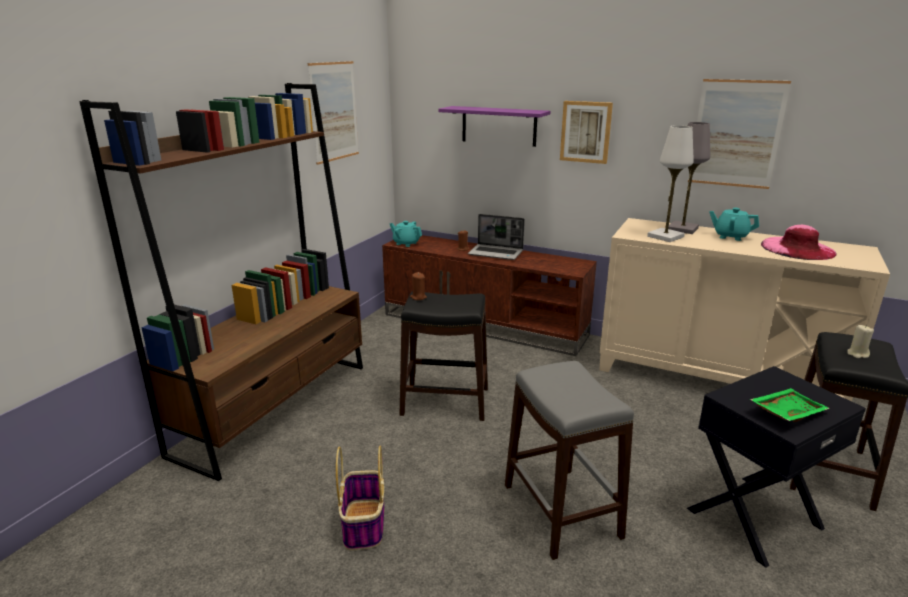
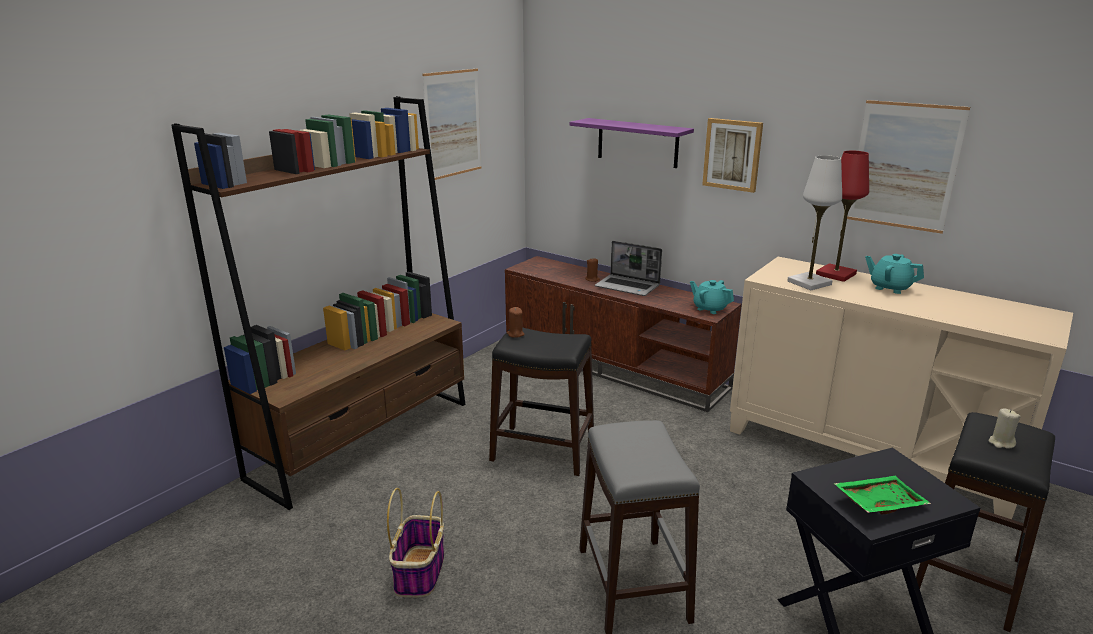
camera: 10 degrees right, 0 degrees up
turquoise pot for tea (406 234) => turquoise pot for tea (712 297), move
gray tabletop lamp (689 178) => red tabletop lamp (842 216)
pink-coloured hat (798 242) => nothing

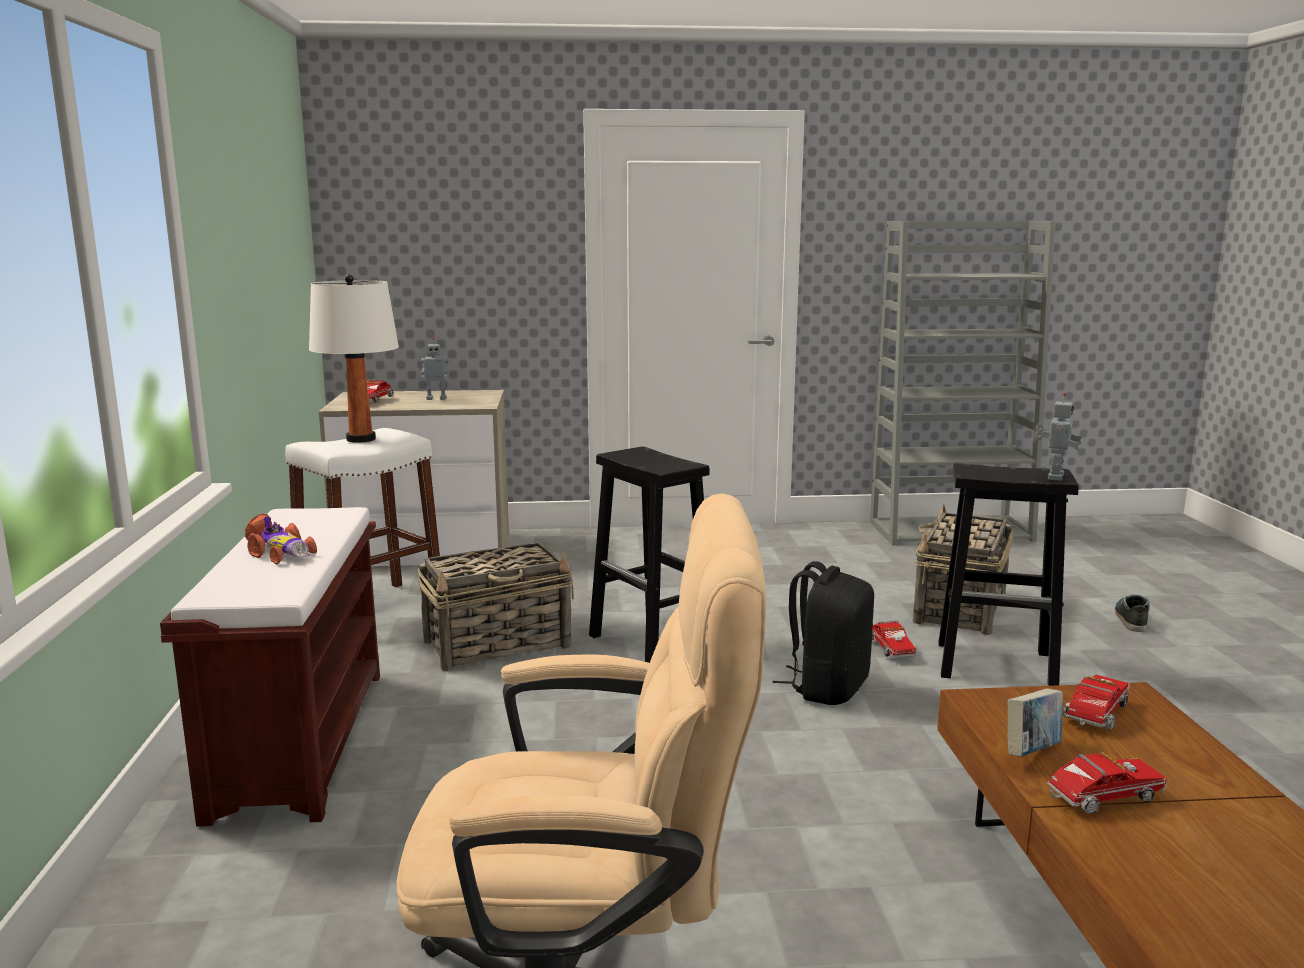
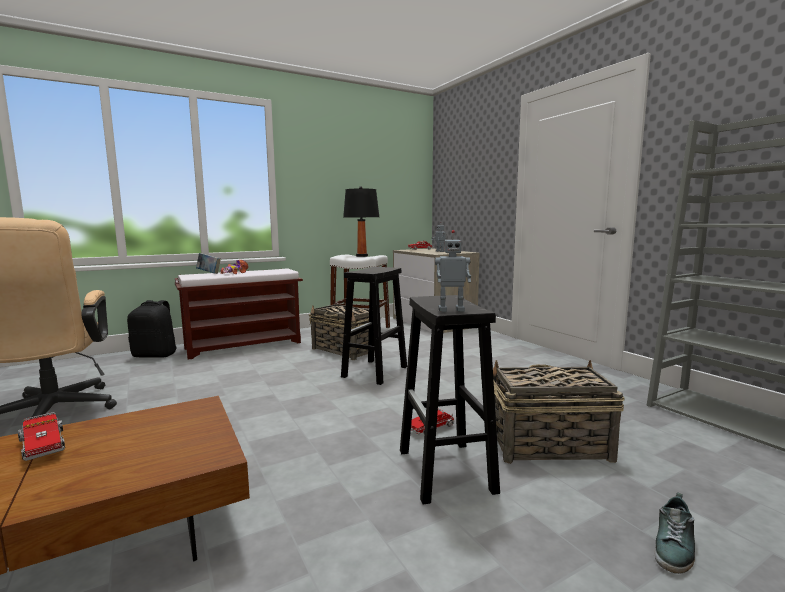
camera: 65 degrees right, 5 degrees down
black-coloured backpack (823 633) => black-coloured backpack (152 329), move
volume (1035 722) => volume (208 263), move
white tabletop lamp (354 358) => black-coloured tabletop lamp (361 221)
item of footwear (1132 613) => item of footwear (674 533), 135 degrees clockwise
model truck (1096 702) => nothing

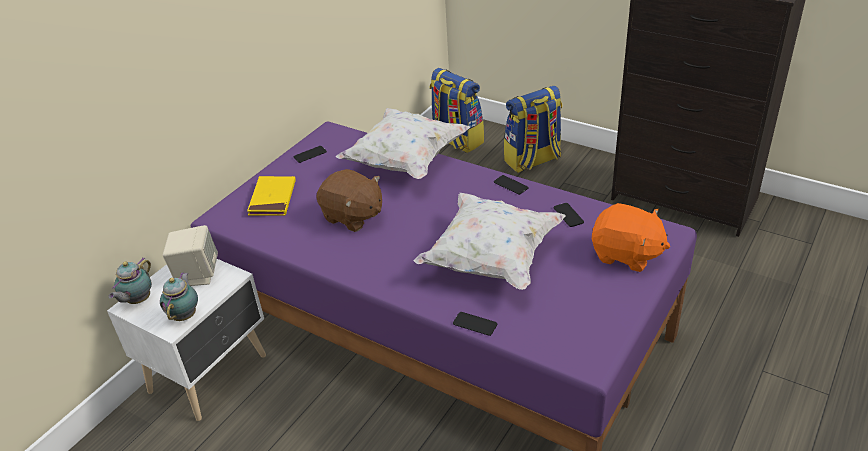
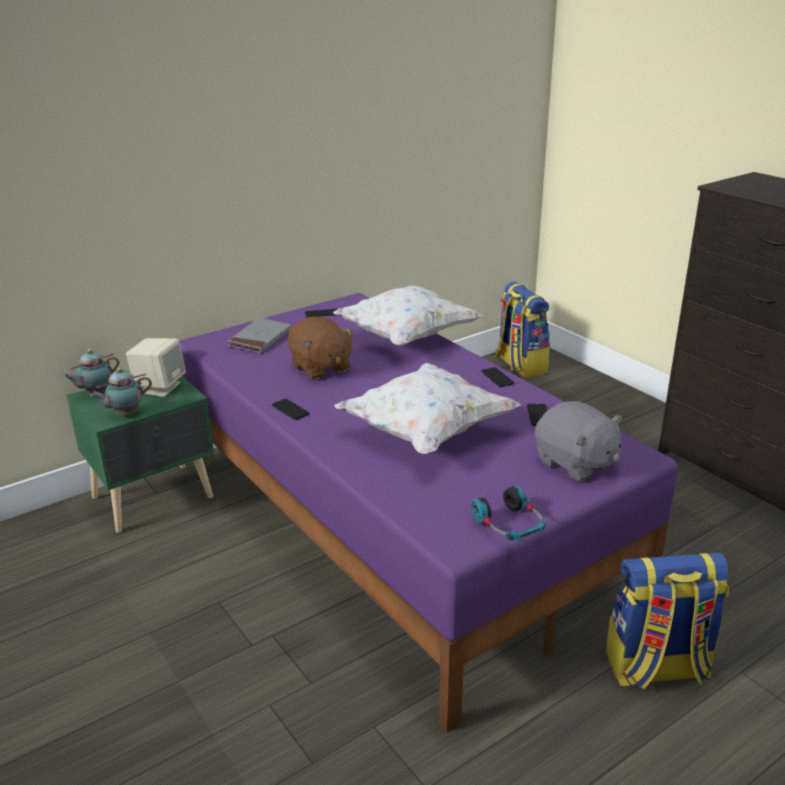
camera: 20 degrees right, 10 degrees down
white bedside table (186 340) => green-coloured bedside table (140 454)
pot for tea (179 296) => pot for tea (121 391), 150 degrees counterclockwise
yellowish volume (271 196) => gray volume (260 335)
phone (475 324) => phone (290 409), move
nothing => headphones (508 513)
orangey plush toy (631 237) => gray plush toy (579 441)
backpack (533 129) => backpack (667 620), move

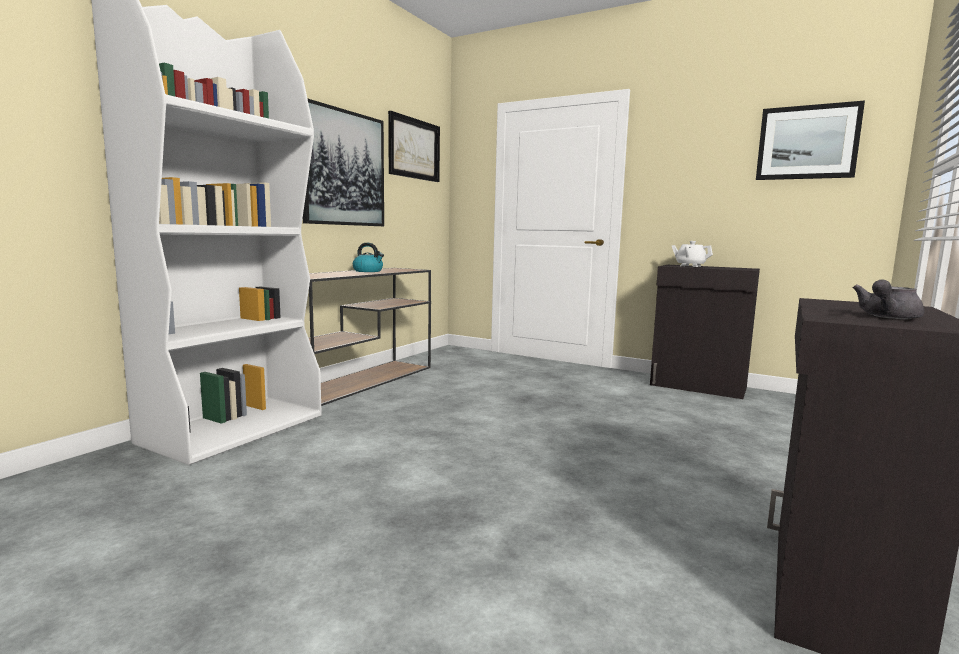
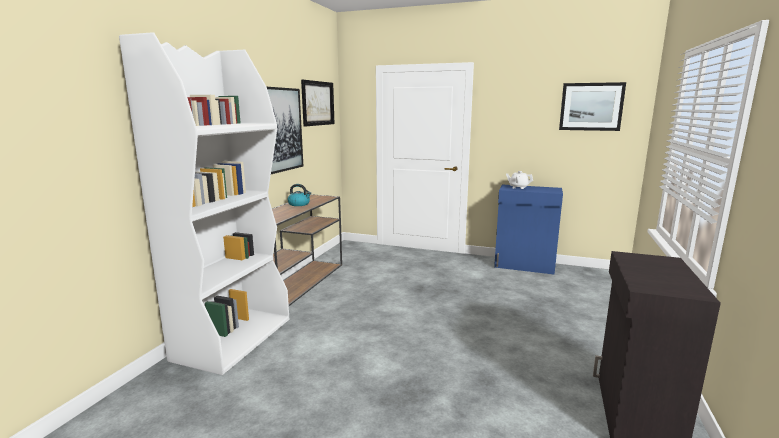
camera: 10 degrees left, 5 degrees up
black-coloured cupboard (705 332) => blue cupboard (528 229)
gray pot for tea (888 299) => nothing

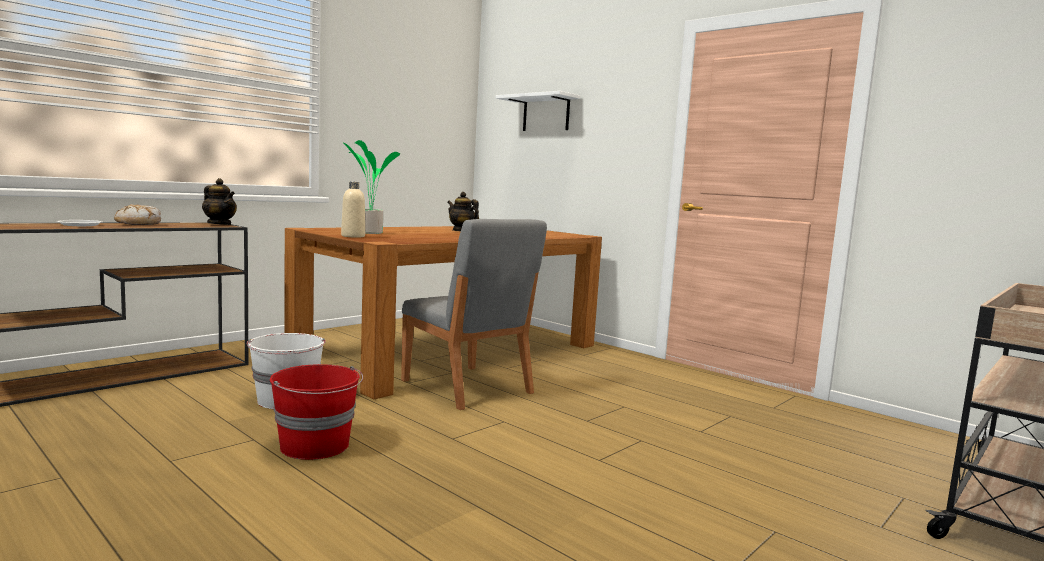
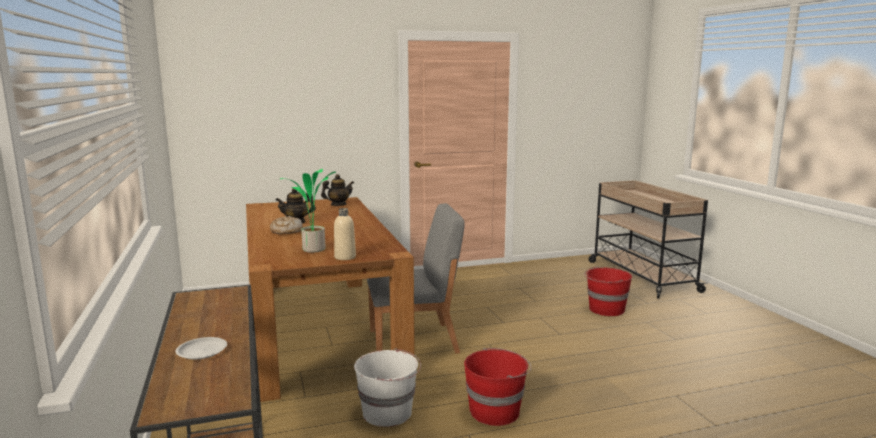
camera: 60 degrees left, 5 degrees up
bread (137 214) => bread (286 225), move
pot for tea (219 201) => pot for tea (337 190), move
nothing => red pail (608 291)
white shelf (538 111) => nothing

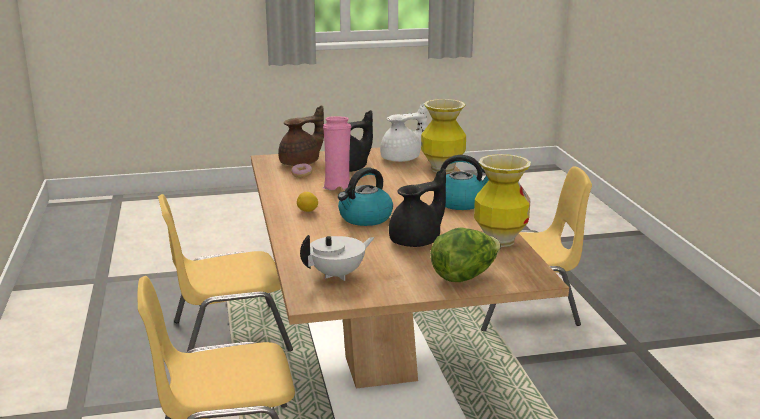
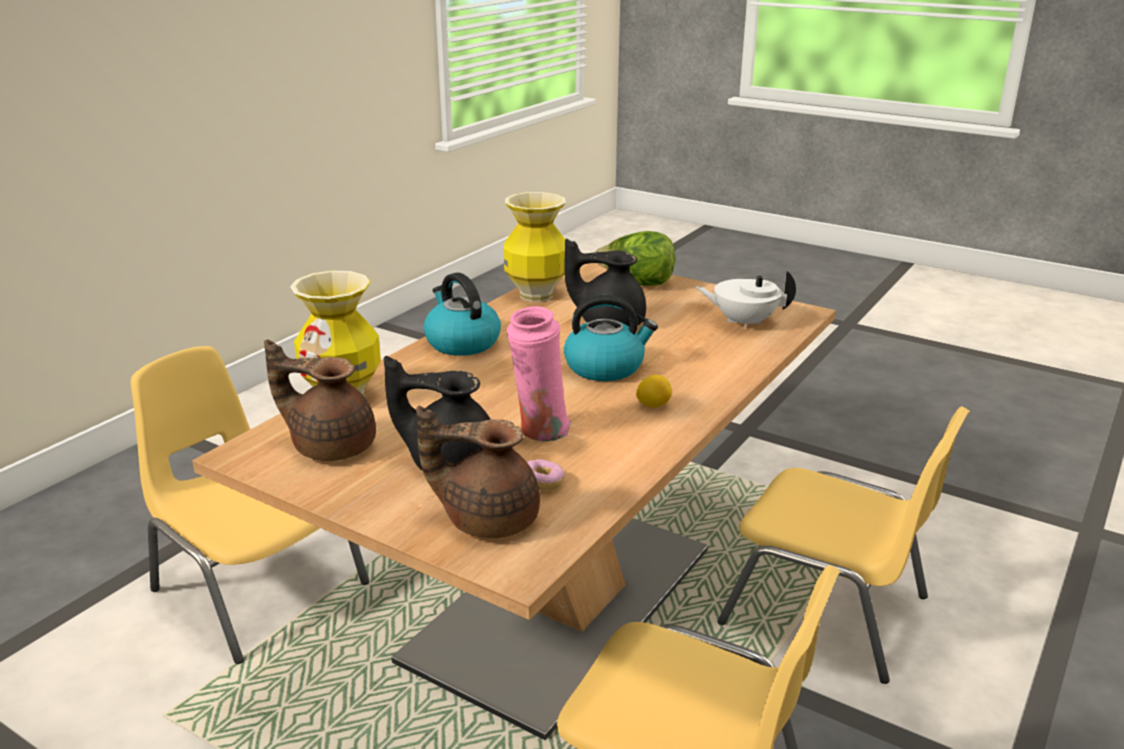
camera: 135 degrees left, 5 degrees up
white pot for tea (403 133) => brown pot for tea (320 400)

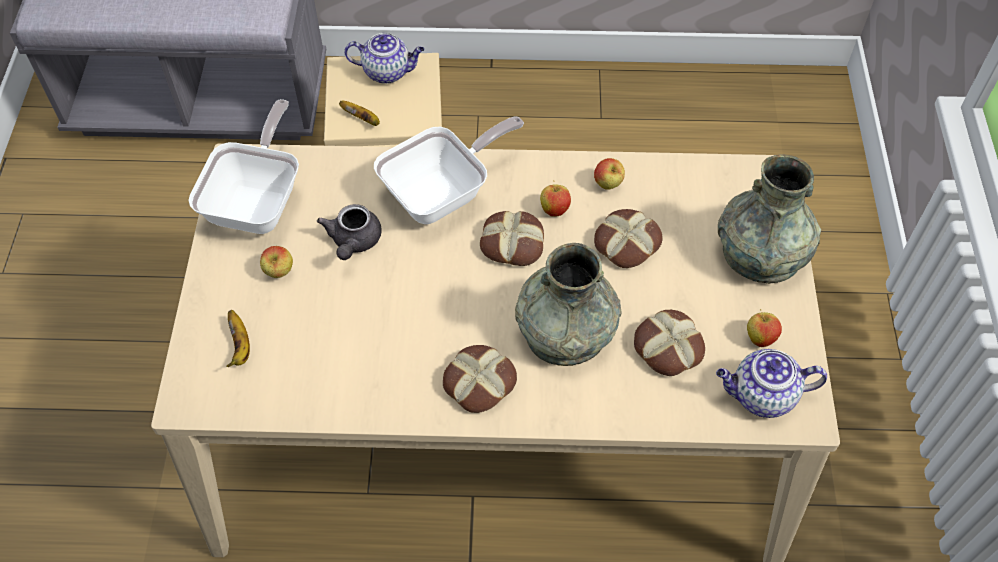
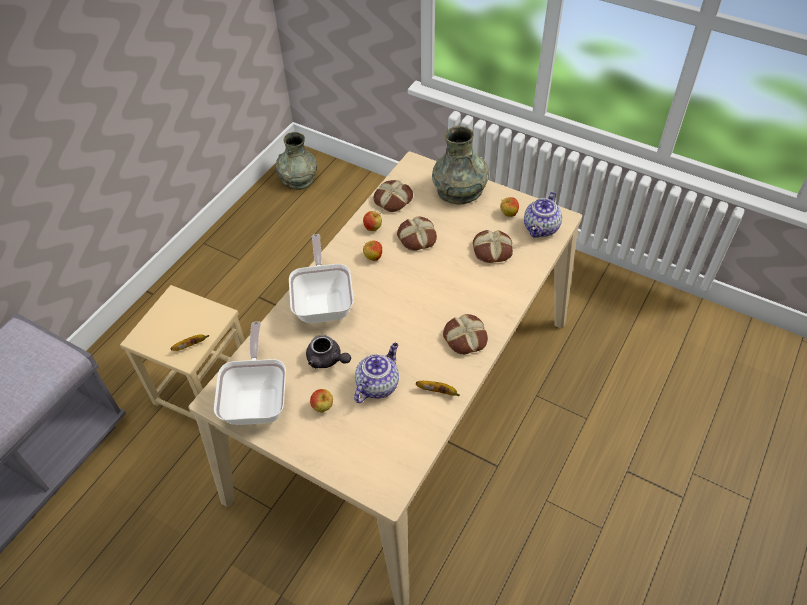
camera: 60 degrees left, 5 degrees down
pan (243 166) => pan (250 373), 45 degrees clockwise
gray vase (568 304) => gray vase (296 161), move
pot for tea (384 58) => pot for tea (376 373), move
bread (512 238) => bread (393 196), move
whole banana (238 338) => whole banana (438 388), move

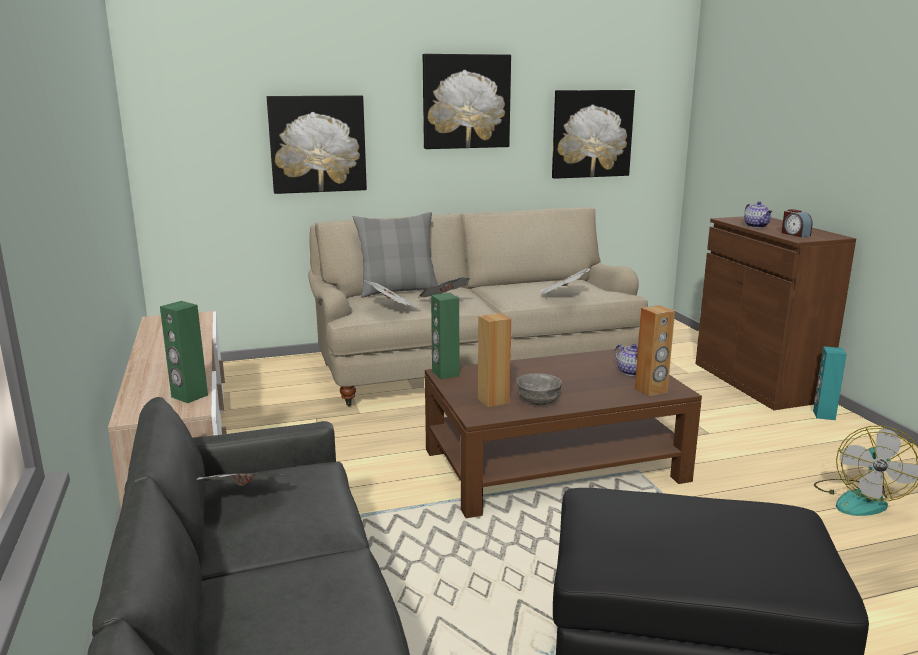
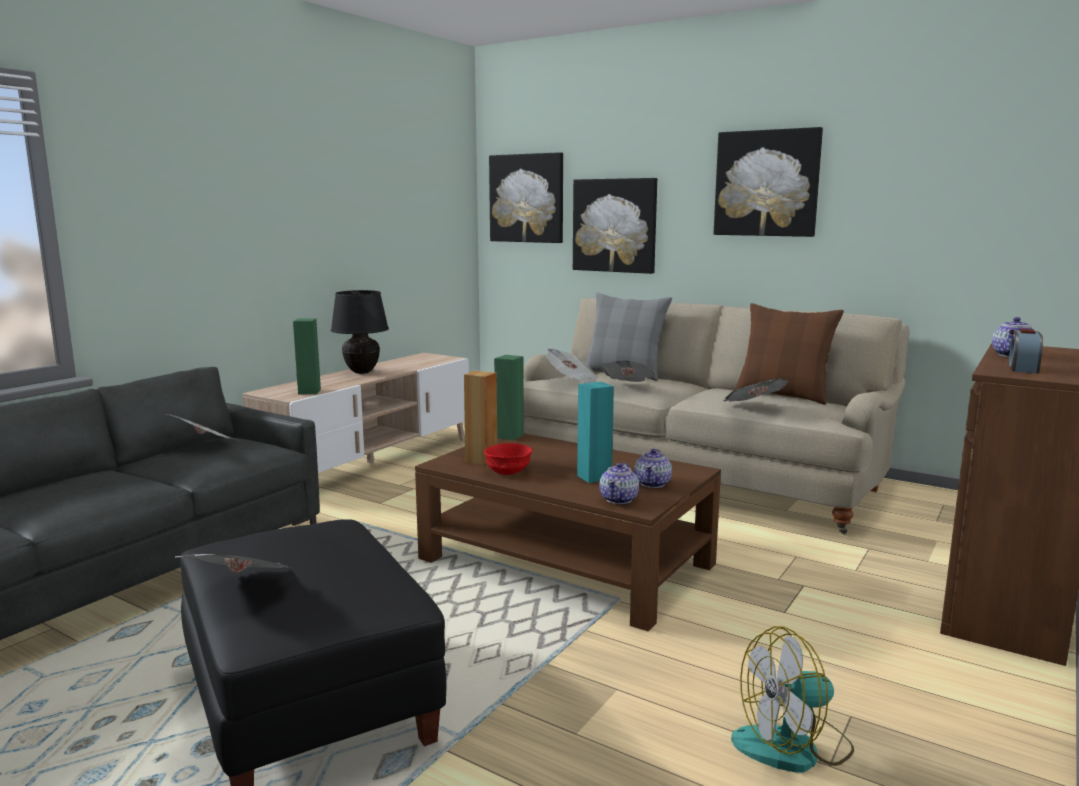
camera: 50 degrees right, 5 degrees down
nothing => daily paper (232 563)
nothing => black-coloured tabletop lamp (360 332)
gray serving bowl (539 389) => red serving bowl (508 459)
wall art (593 134) => wall art (526 197), move
turquoise audio speaker (830 383) => turquoise audio speaker (595 432), move
brown audio speaker (655 350) => pot for tea (619 483)
nothing => brown pillow (789 354)

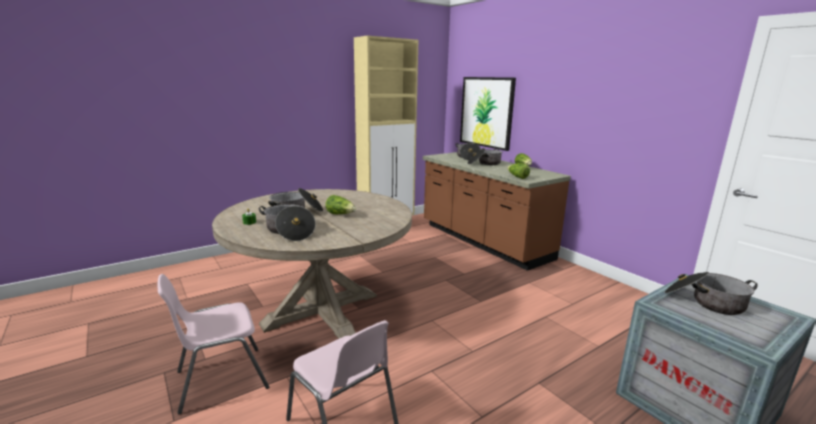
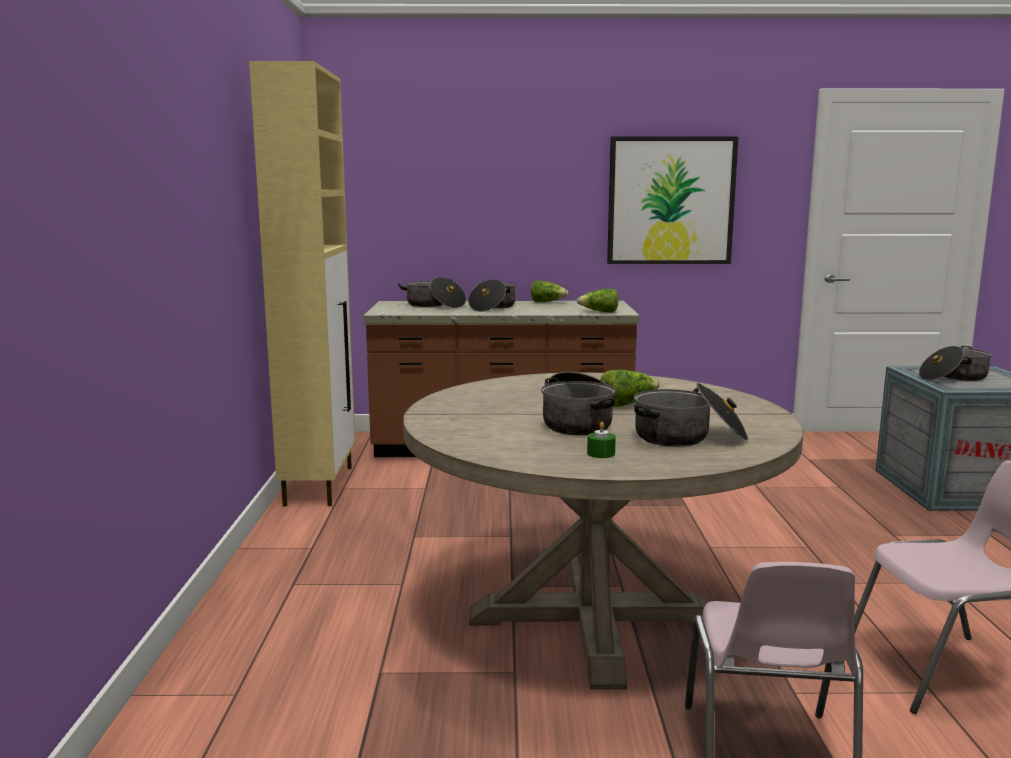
camera: 55 degrees left, 5 degrees down
wall art (488 114) => wall art (672 200), move

